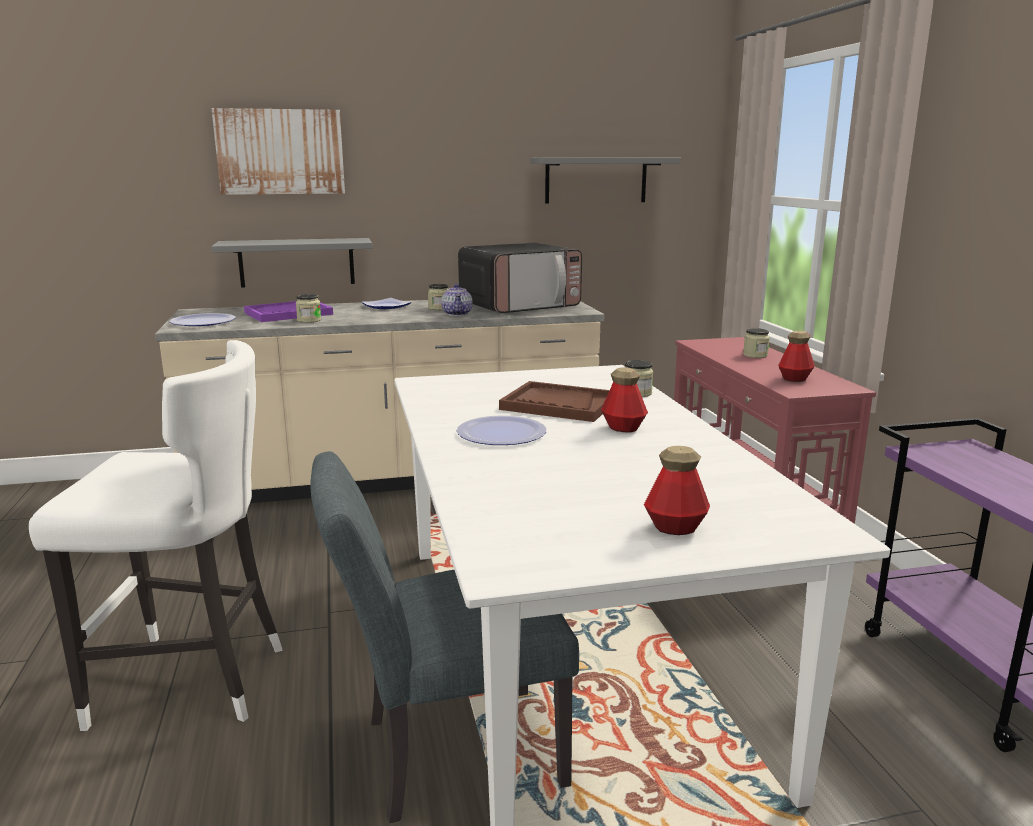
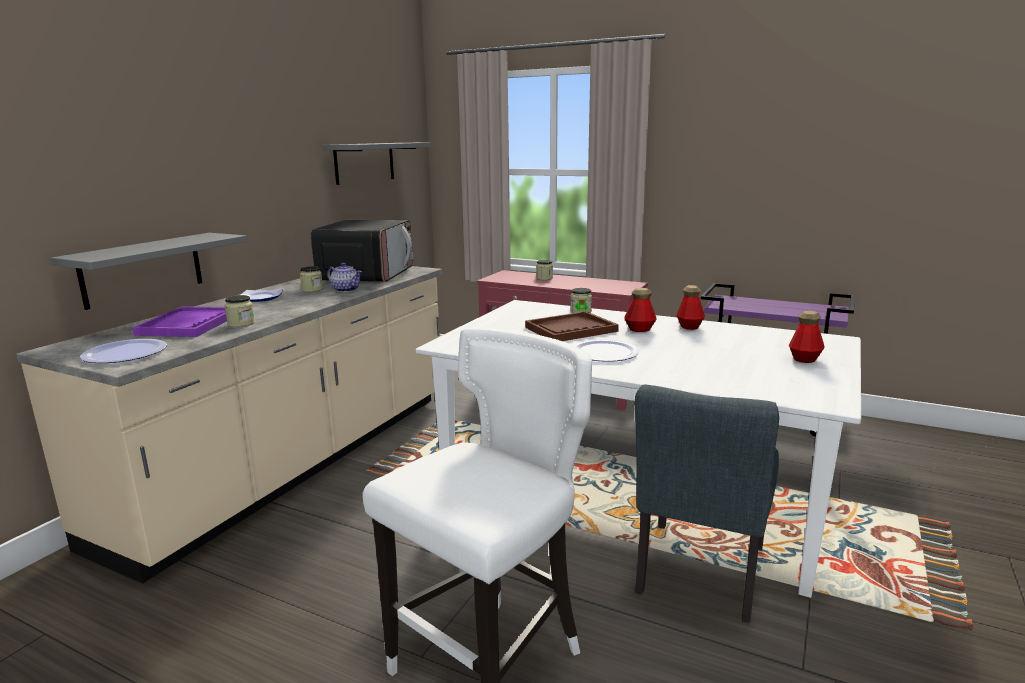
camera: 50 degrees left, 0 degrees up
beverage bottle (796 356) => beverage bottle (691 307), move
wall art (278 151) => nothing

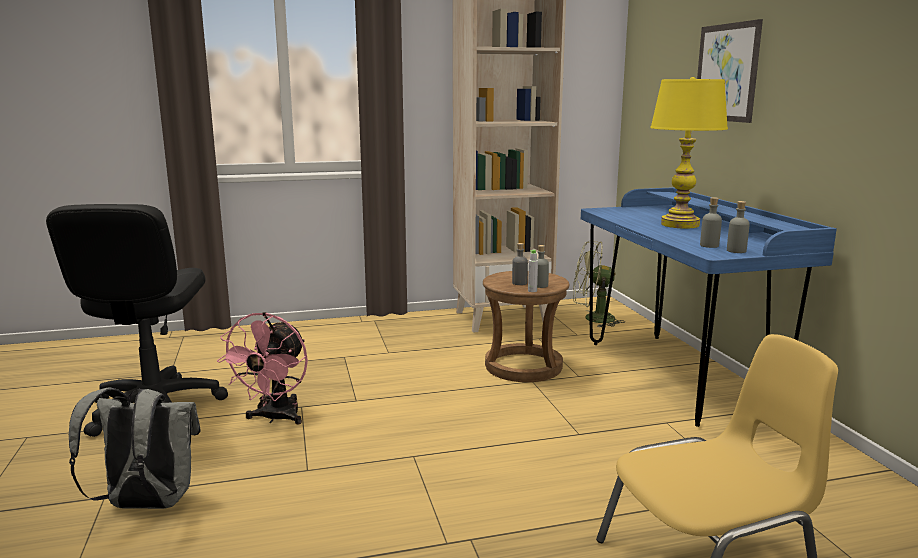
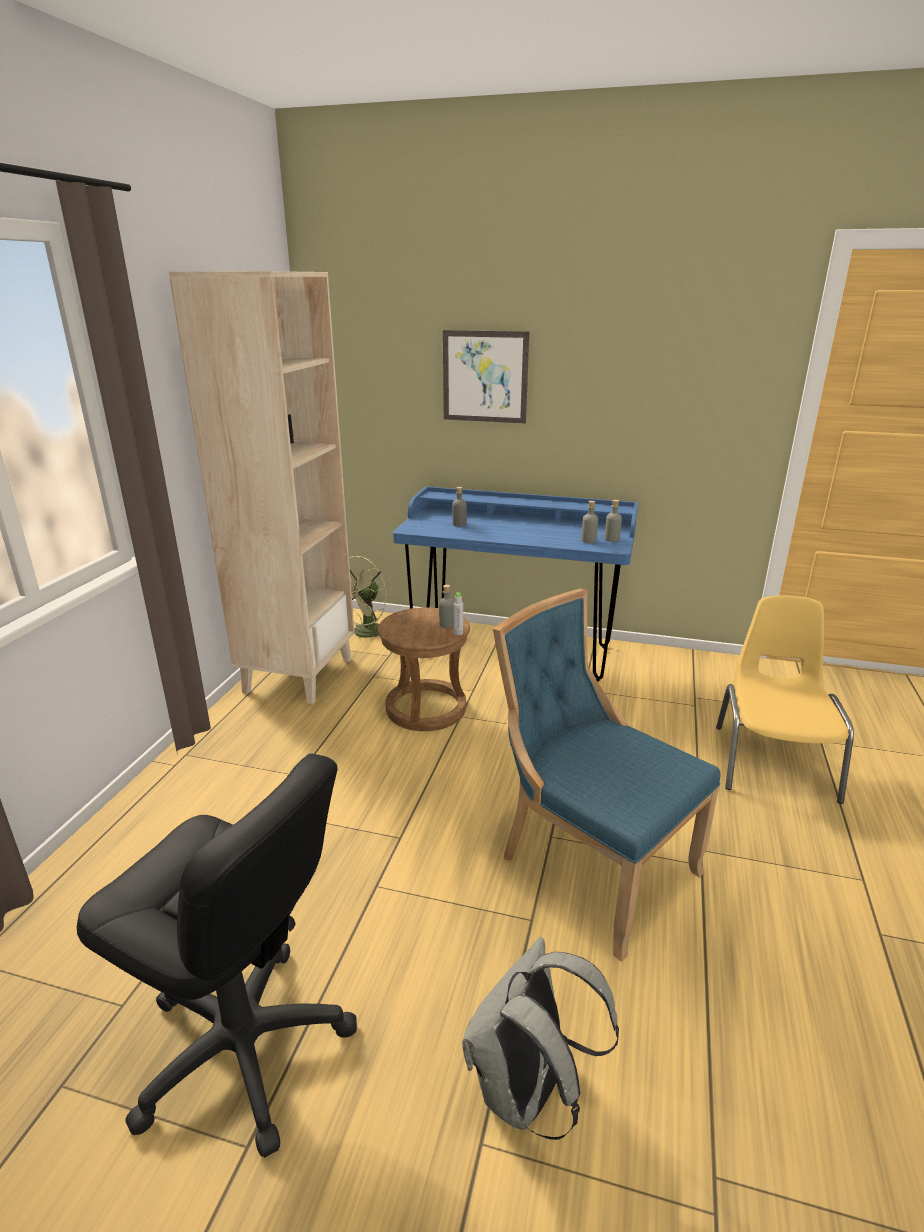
camera: 60 degrees left, 10 degrees up
gray beverage bottle (520 264) => gray beverage bottle (459 507), move
nothing => blue plain chair (607 775)
pink-coloured cooling fan (262 368) => nothing
yellowish tabletop lamp (689 153) => nothing

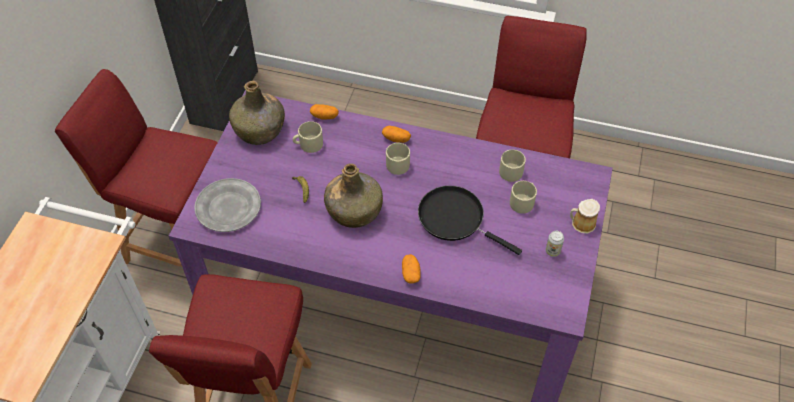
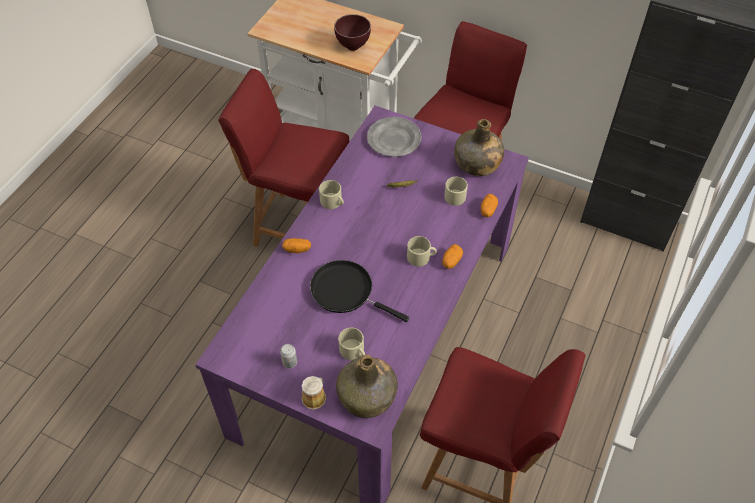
camera: 100 degrees right, 0 degrees up
black-coloured pan (470 220) => black-coloured pan (359 291), 105 degrees counterclockwise
sand-coloured tea mug (512 166) => sand-coloured tea mug (331 194), move
nothing => brown serving bowl (352 32)
green-coloured beverage bottle (353 195) => green-coloured beverage bottle (367 386), move

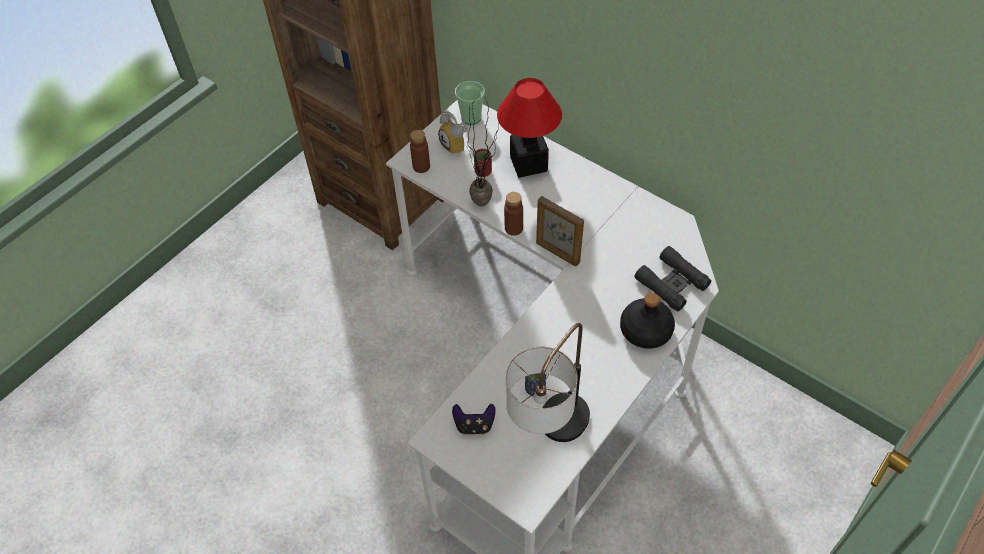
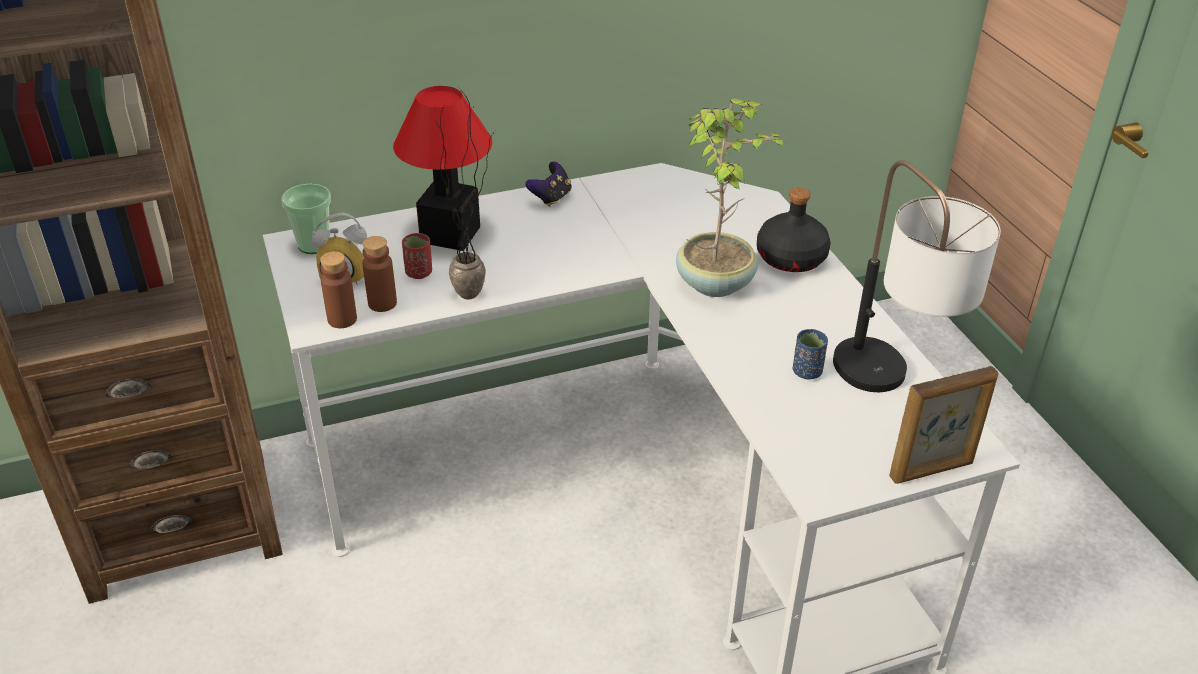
camera: 60 degrees left, 15 degrees down
brown beverage bottle (513 214) => brown beverage bottle (379 274), move
game controller (474 419) => game controller (548 184), move
nothing => houseplant (730 197)
standing frame (560 231) => standing frame (943 425), move
black-coloured field glasses (672 278) => nothing

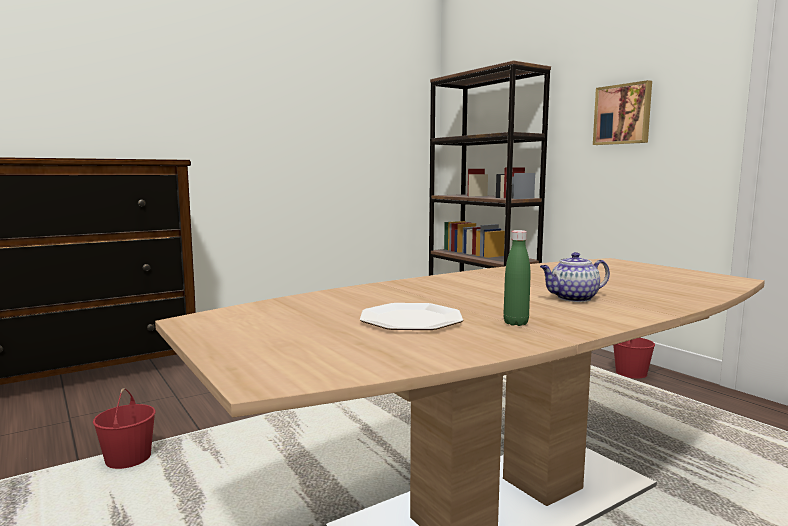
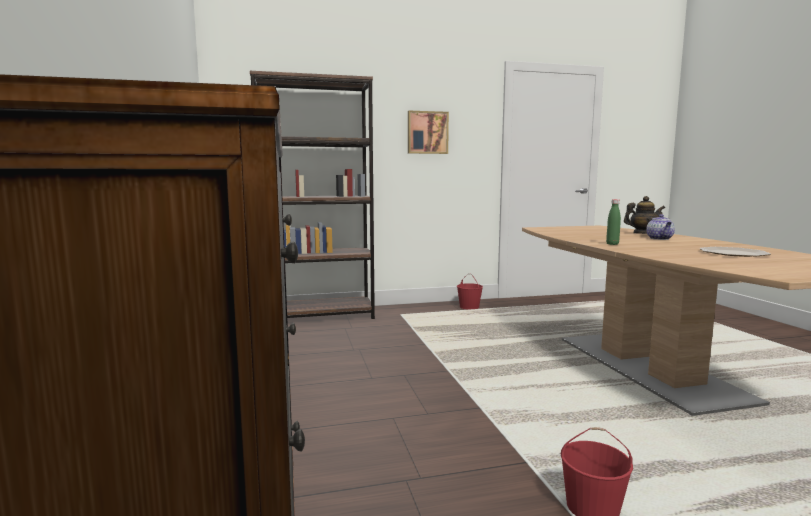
camera: 70 degrees left, 0 degrees up
green-coloured beverage bottle (517 278) => green-coloured beverage bottle (613 222), move
nothing => pot for tea (644 215)

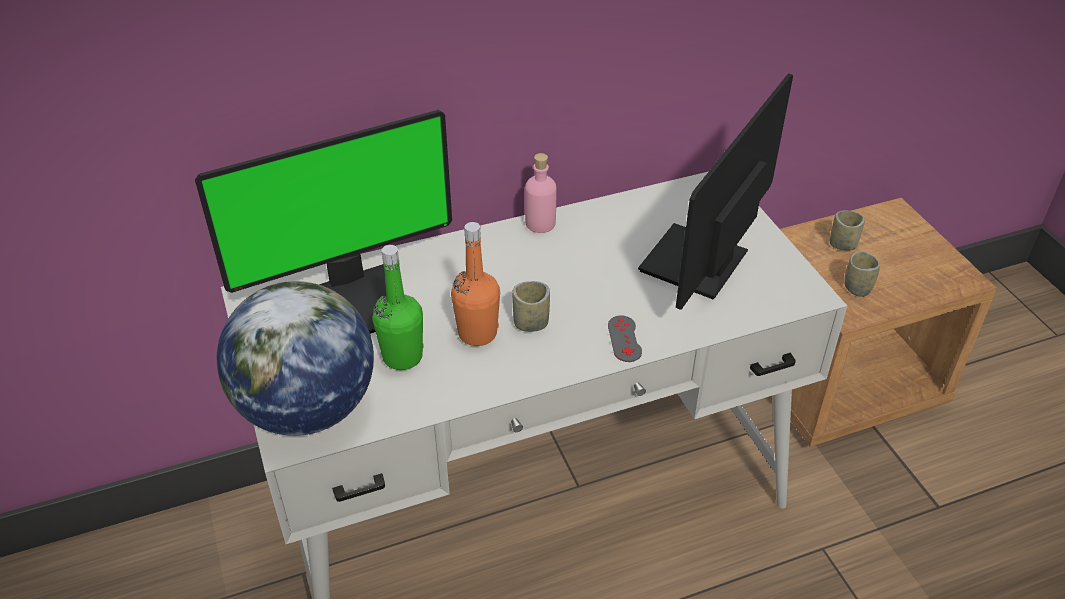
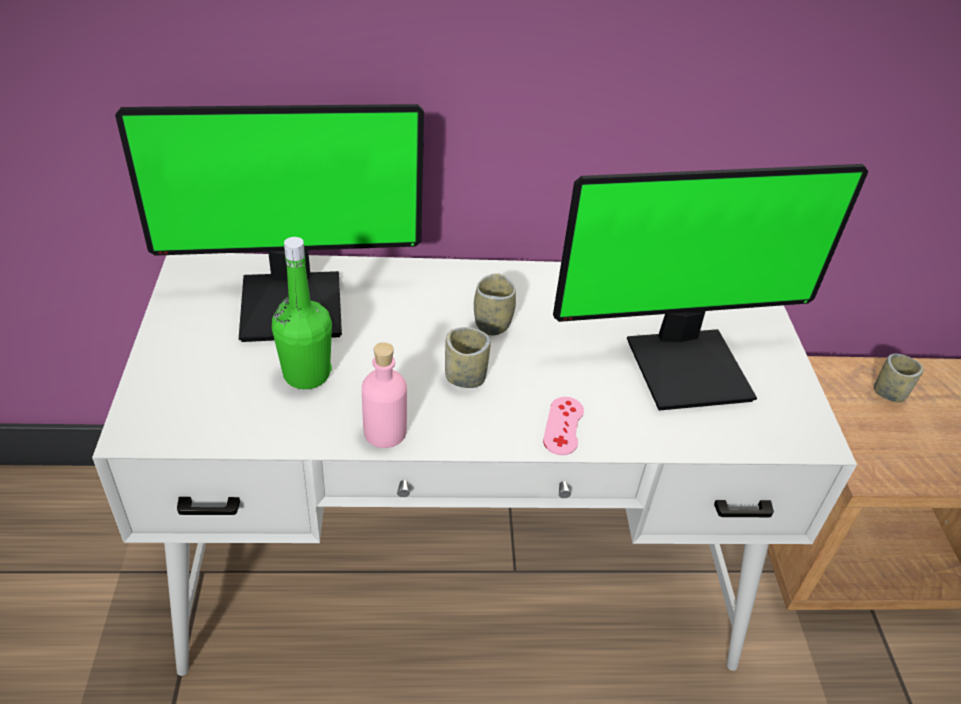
camera: 15 degrees right, 0 degrees up
pink-coloured beverage bottle (541 193) => pink-coloured beverage bottle (384 395), move
cup (862 274) => cup (495 304), move
gray game controller (625 339) => pink-coloured game controller (563 426)
computer screen (715 191) => computer screen (710 287), 150 degrees counterclockwise
world globe (295 358) => nothing
orangey beverage bottle (475 284) => nothing

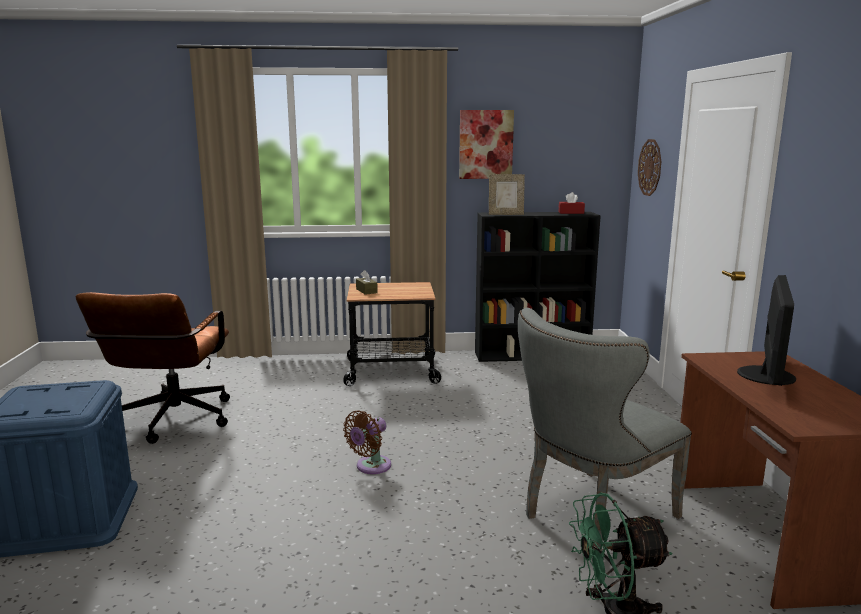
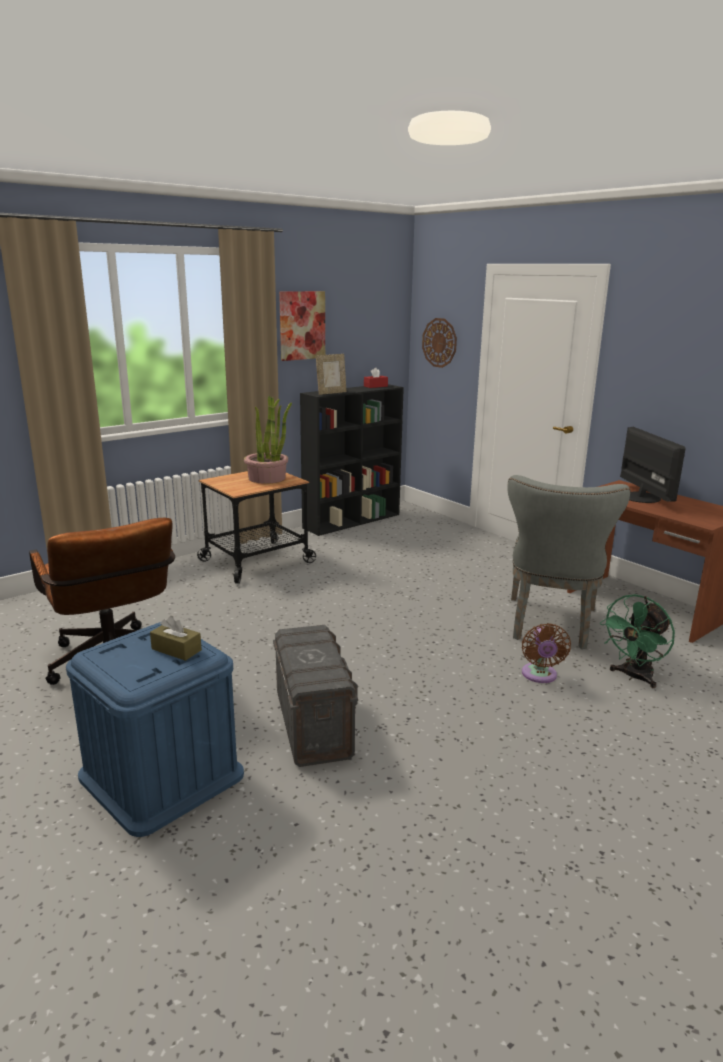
camera: 35 degrees left, 5 degrees up
brown box of tissues (367 282) => brown box of tissues (176 638), move
nothing => houseplant (268 440)
nothing => gray storage container (315 696)
brown cooling fan (367 442) => brown cooling fan (546 653), move

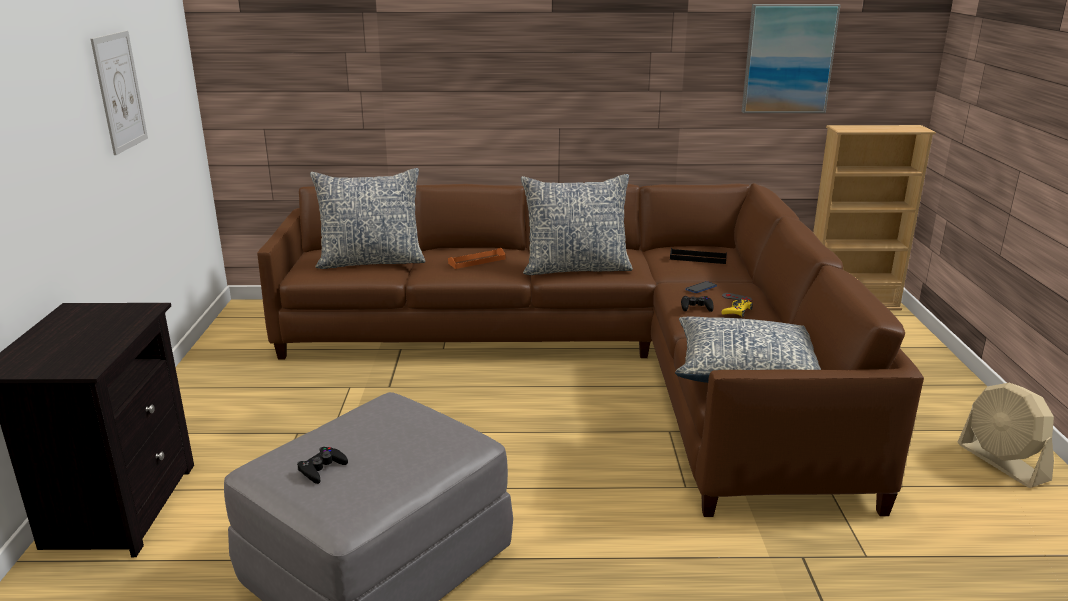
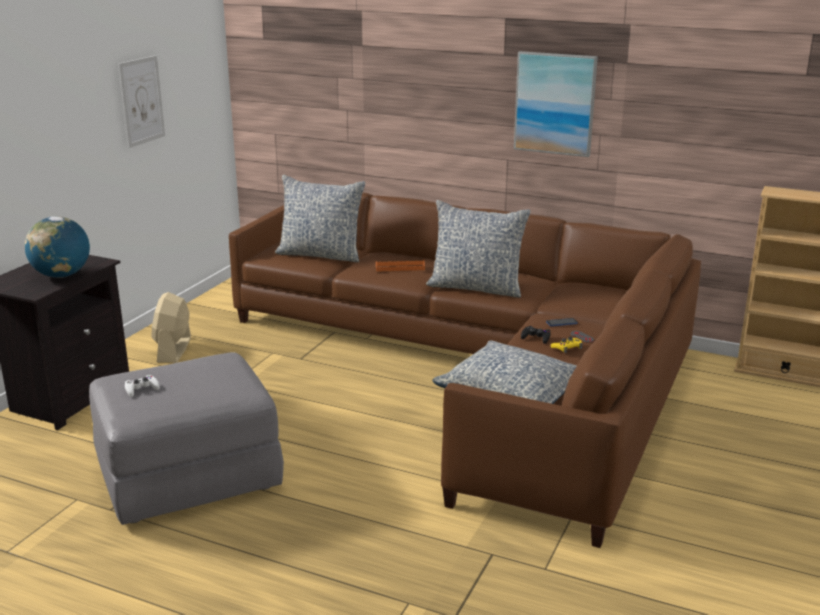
camera: 25 degrees right, 0 degrees up
nothing => world globe (57 247)
black-coloured game controller (322 465) => white game controller (142 386)
sand-coloured cooling fan (1006 435) => sand-coloured cooling fan (171 327), move
wall art (791 58) => wall art (556 104), move
black-coloured carrying tray (698 256) => nothing

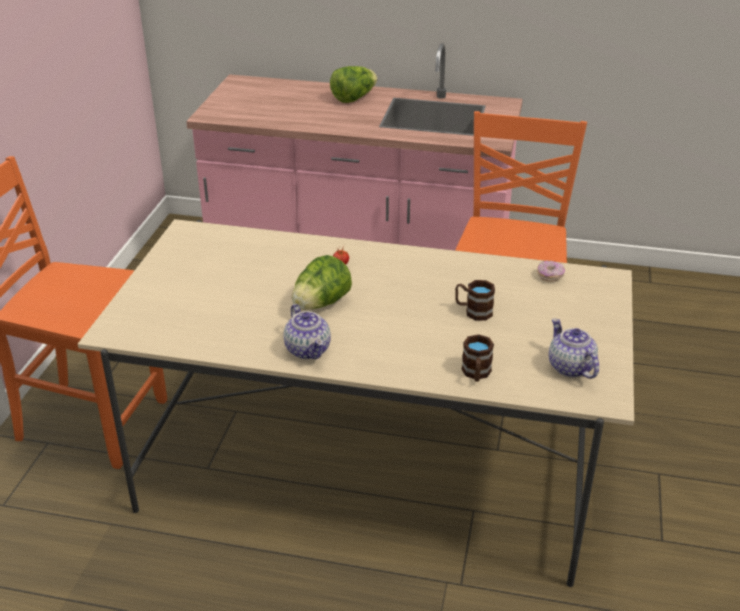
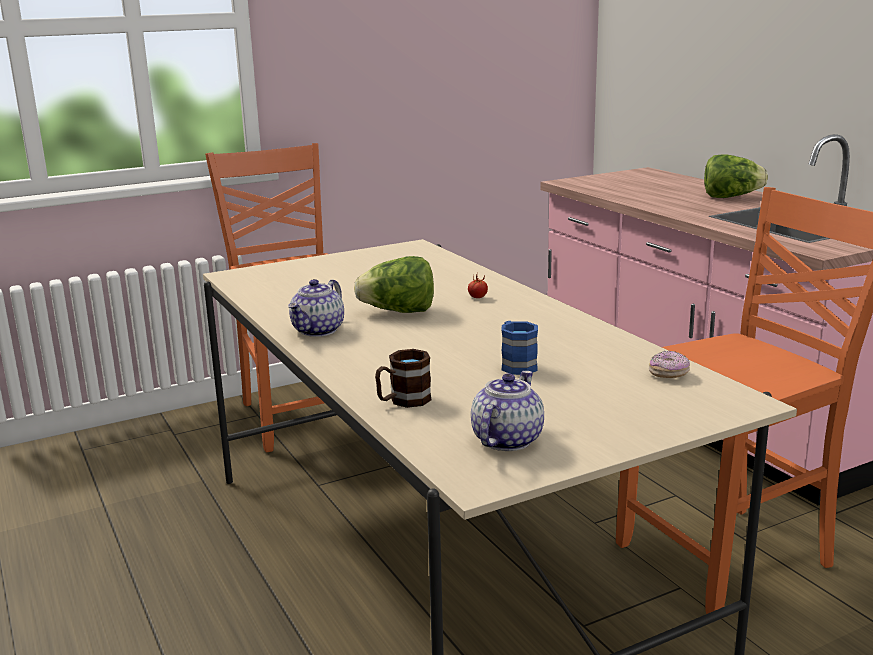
camera: 50 degrees right, 15 degrees down
brown tea mug (475 300) => blue tea mug (519 348)

